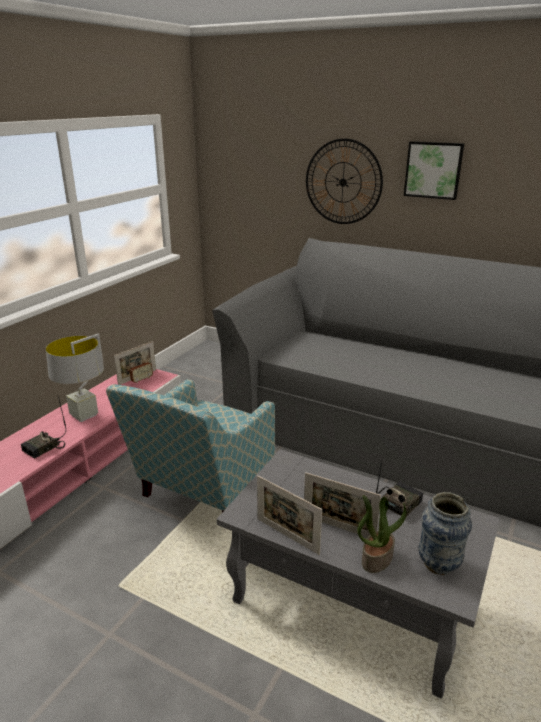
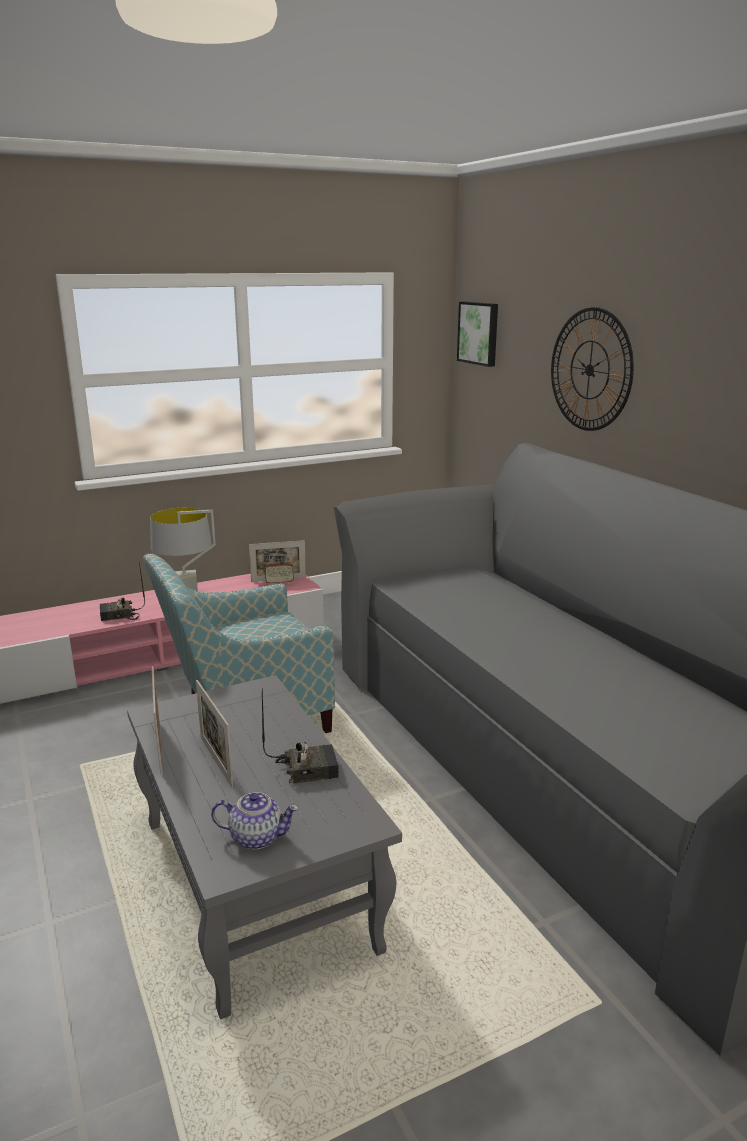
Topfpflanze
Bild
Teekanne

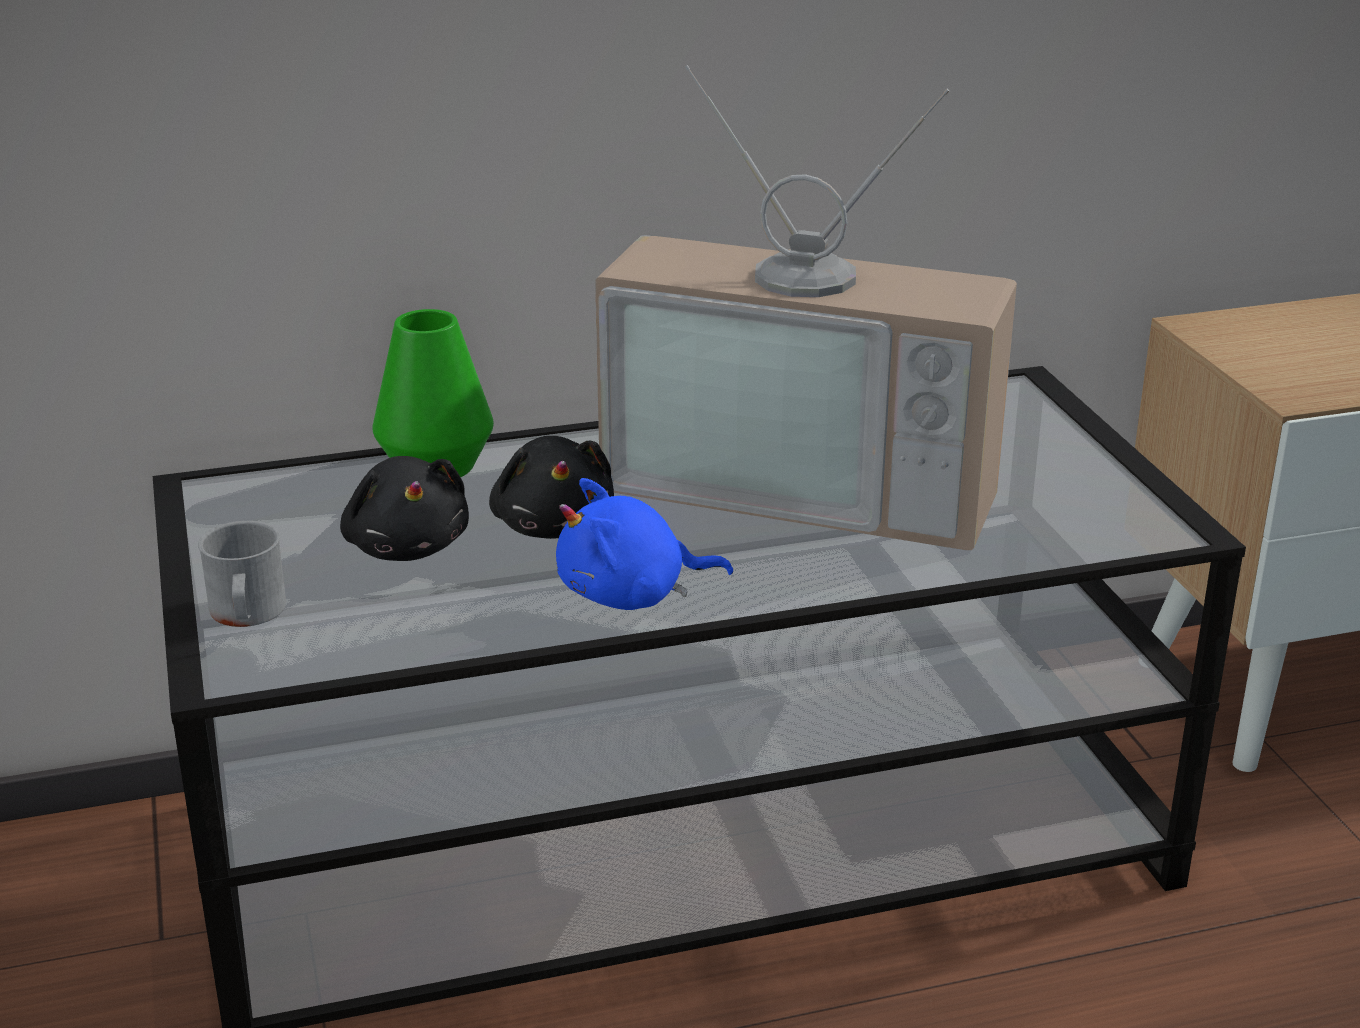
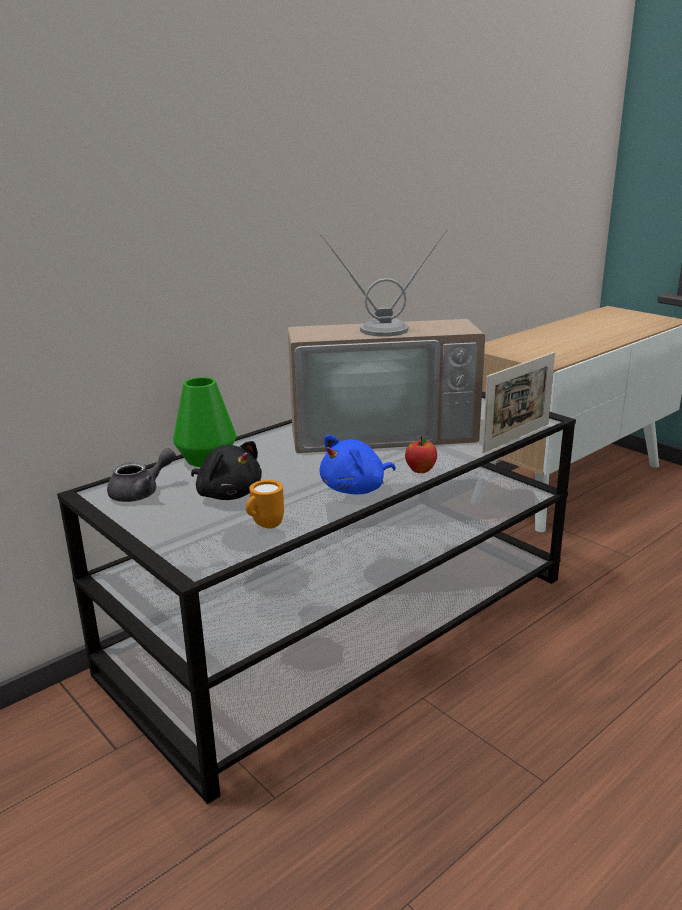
Henkelbecher (grau)
Plüschtier (schwarz) (no. 2 from left in the first image)
Teekanne (grau)
Henkelbecher (orange)
Apfel
Bilderrahmen

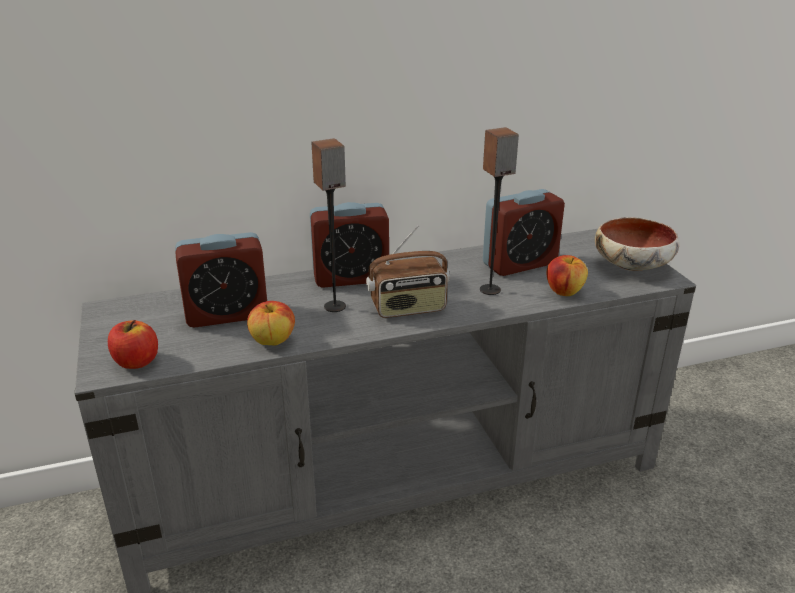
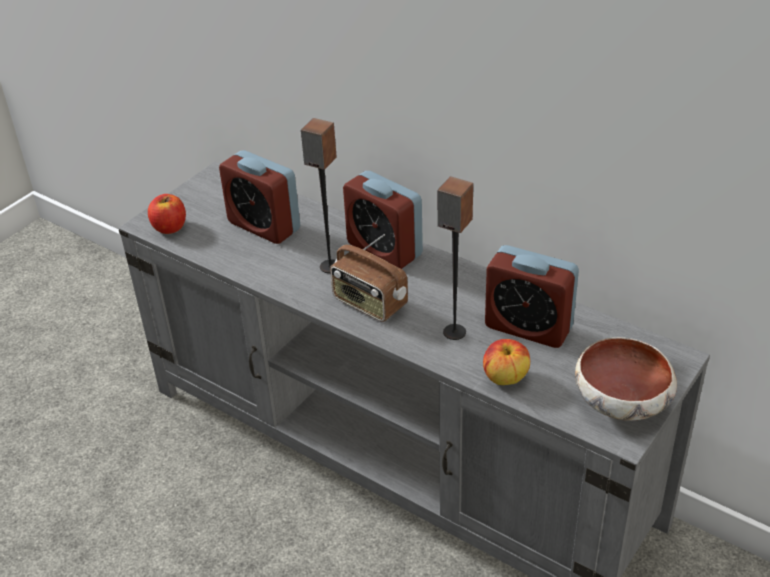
Apfel (no. 2 from left in the first image)

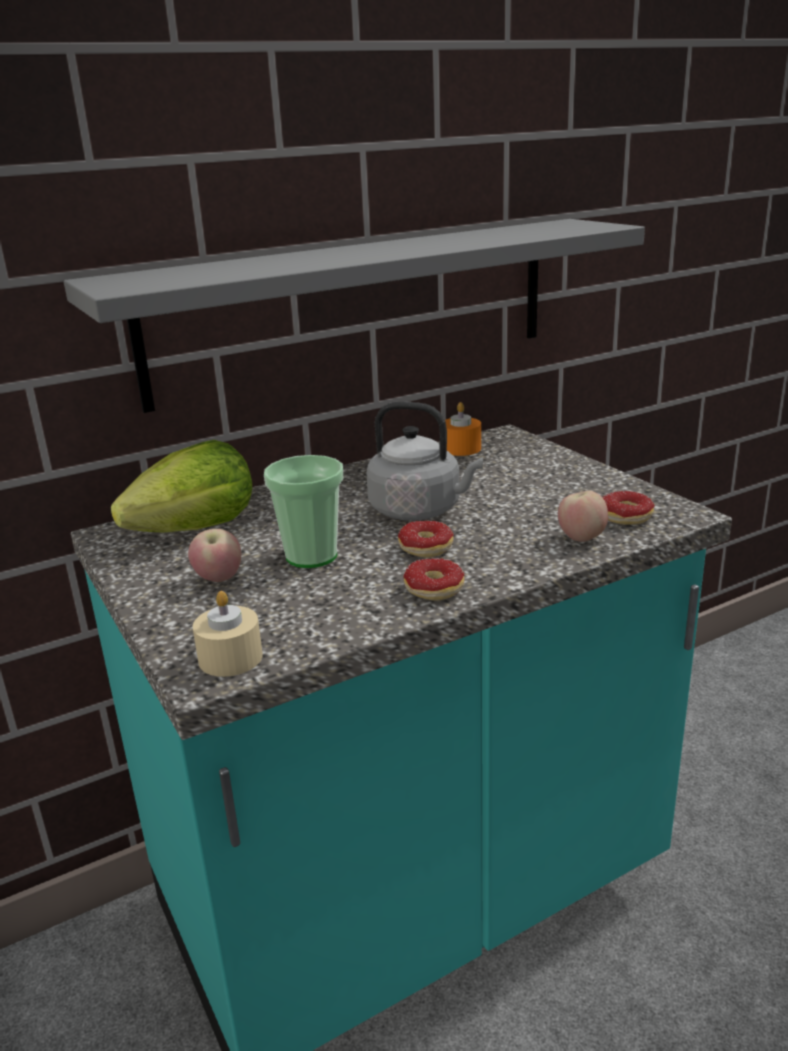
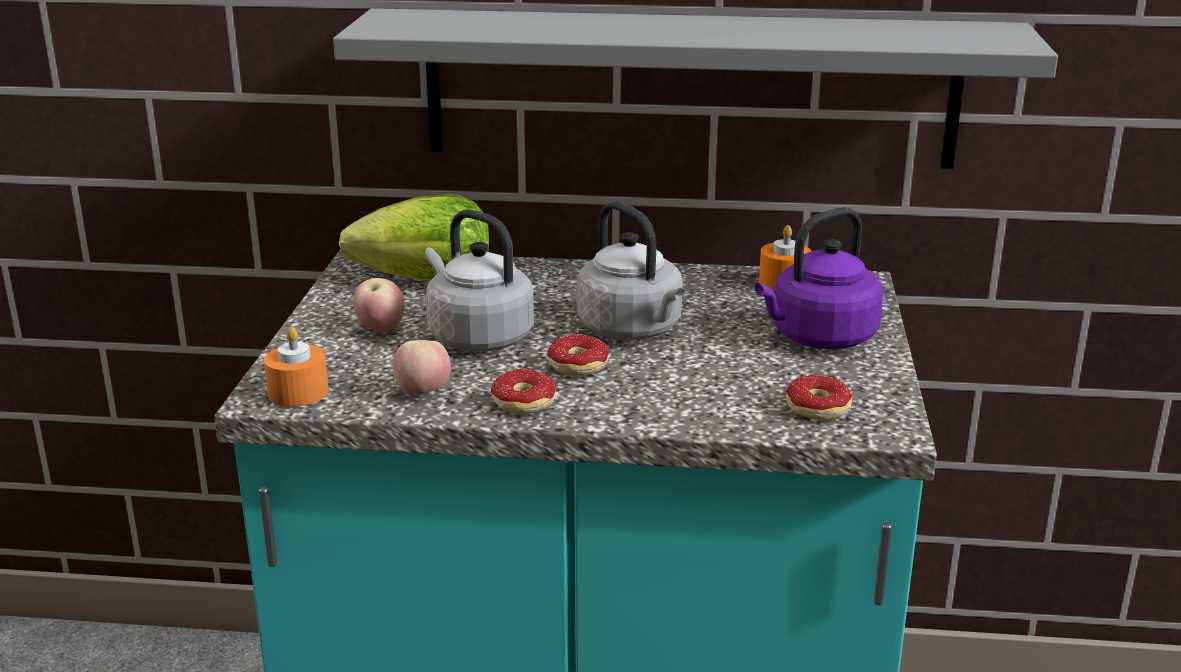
Kerze (orange) (no. 1 from left)
Wasserkessel (grau) (no. 1 from left)
Apfel (no. 2 from left)
Wasserkessel (lila)

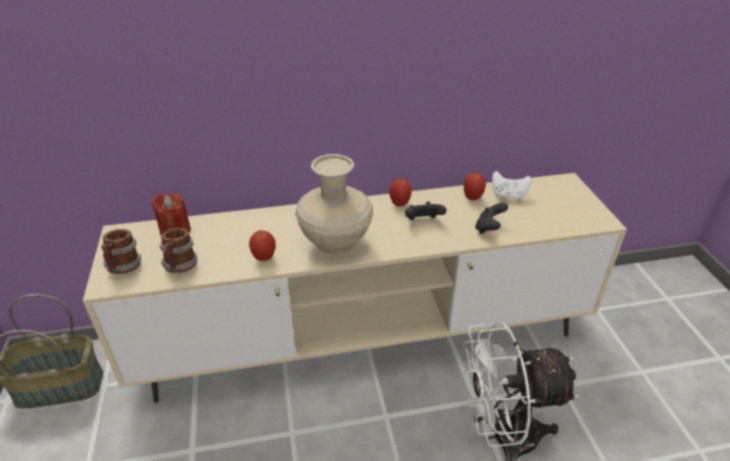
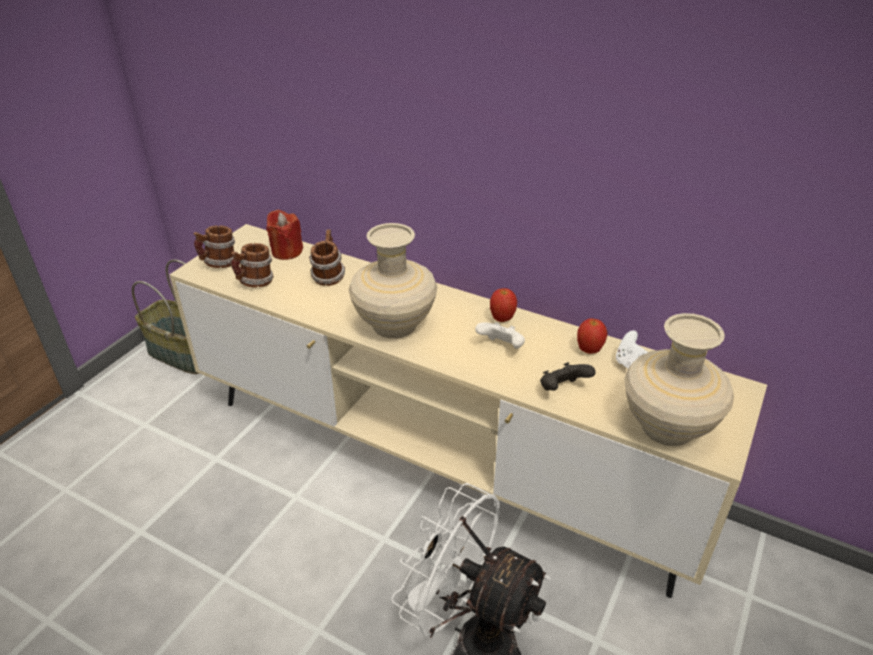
Apfel (no. 1 from left in the first image)
Gamepad (weiß) (no. 1 from left)
Henkelbecher (no. 3 from left)
Vase (beige) (no. 2 from left)

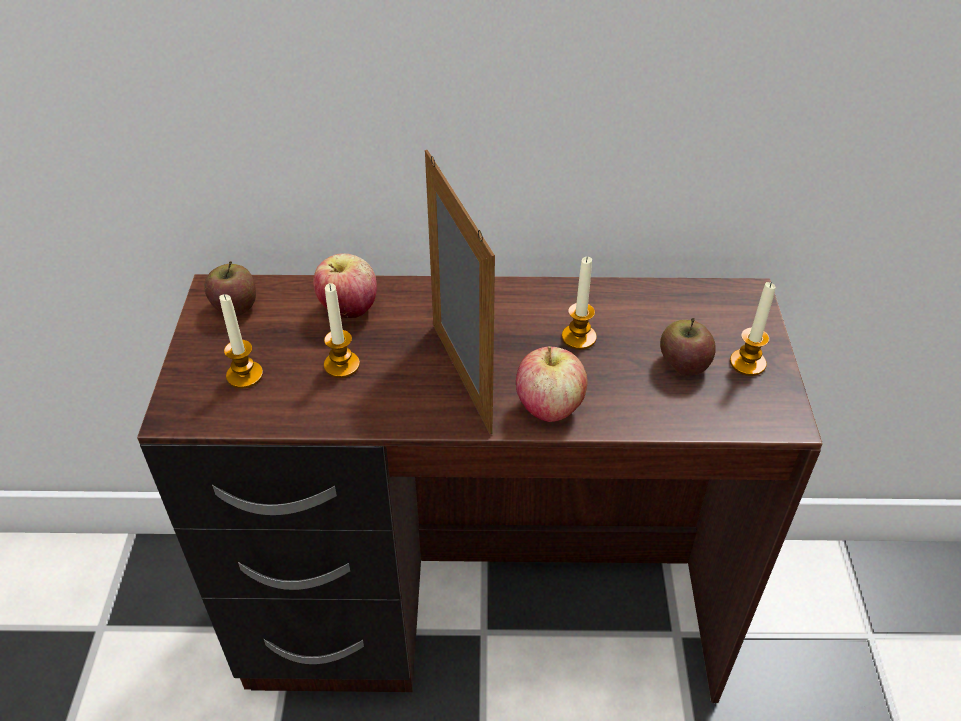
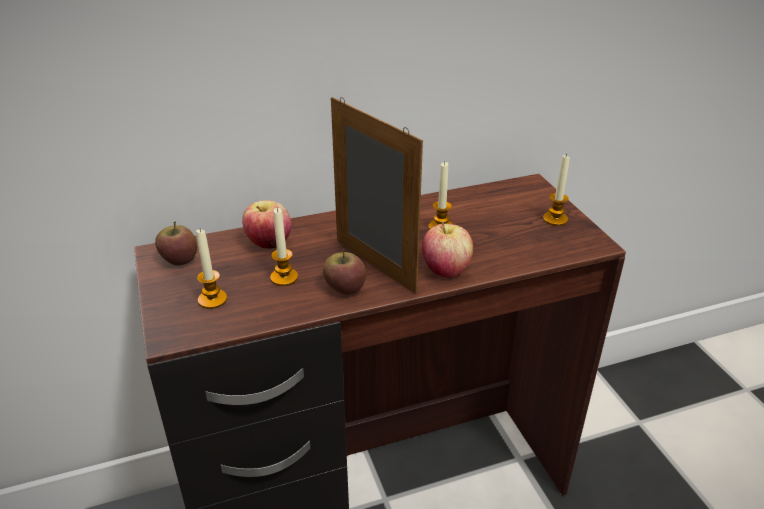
Apfel (no. 3 from left)

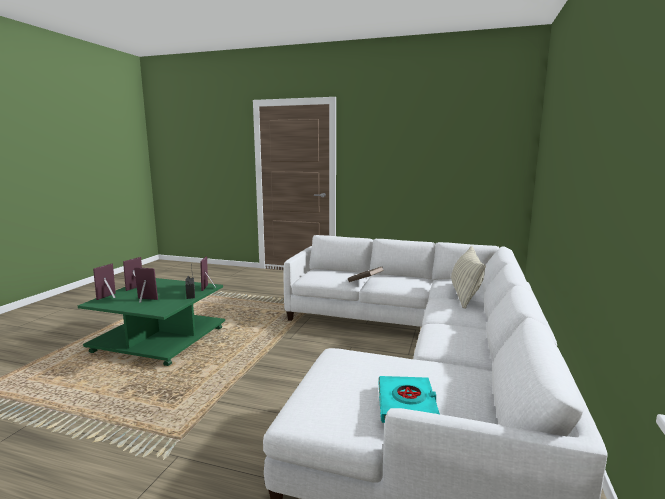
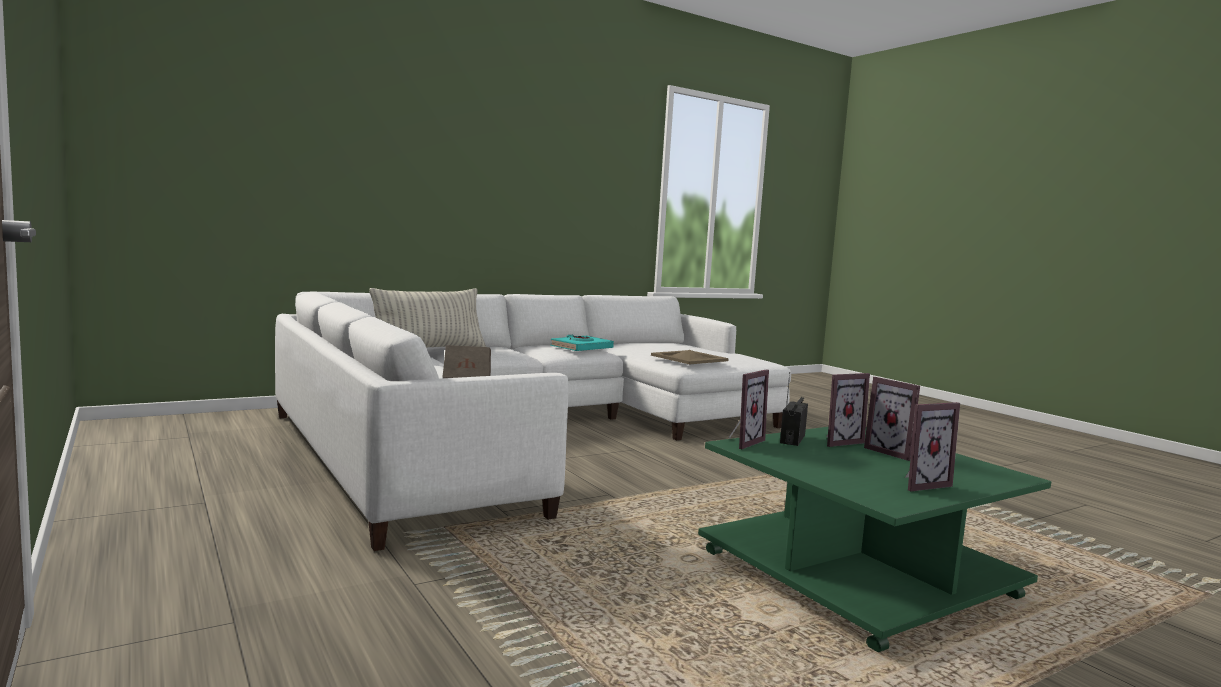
Bilderrahmen (no. 2 from left)
Buch (türkis)
Tablett (beige)

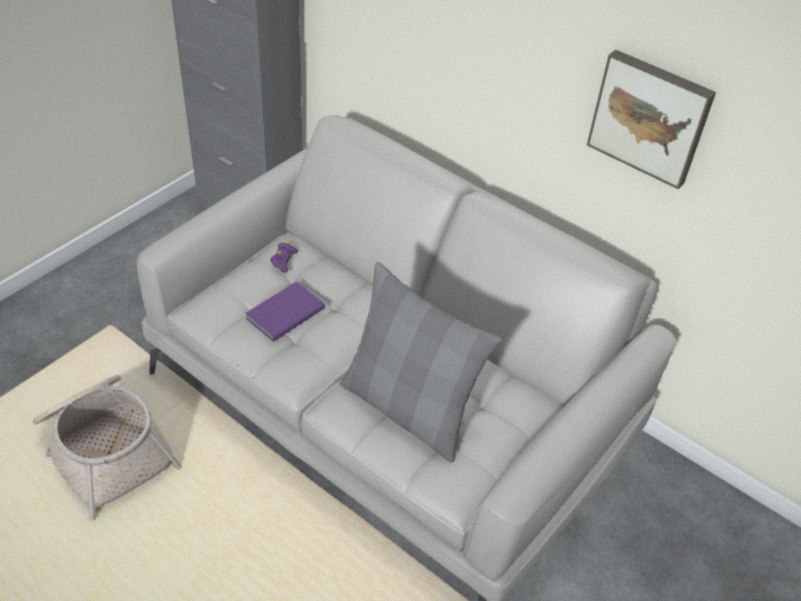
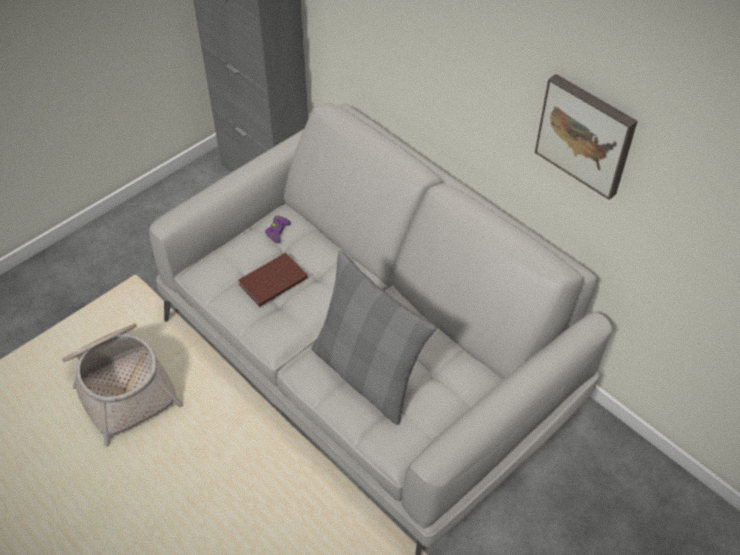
Buch (braun)

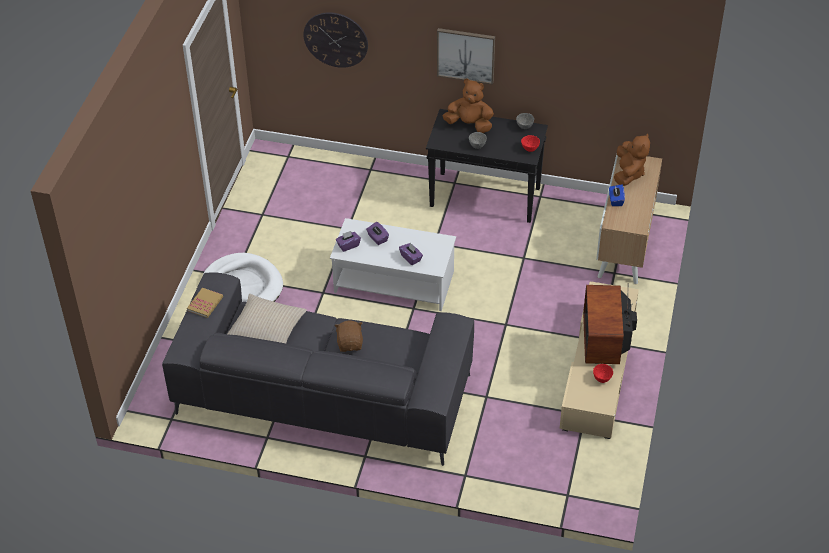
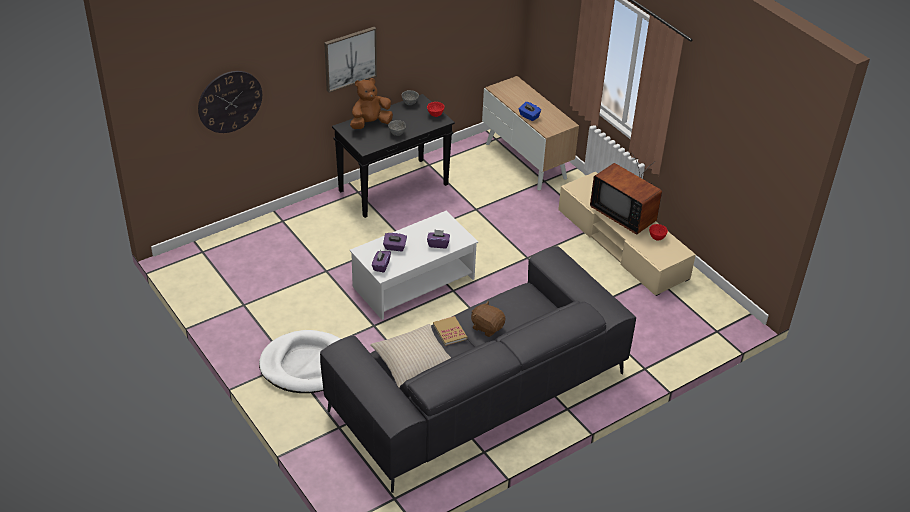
Buch
Plüschtier (braun) (no. 3 from left in the first image)

